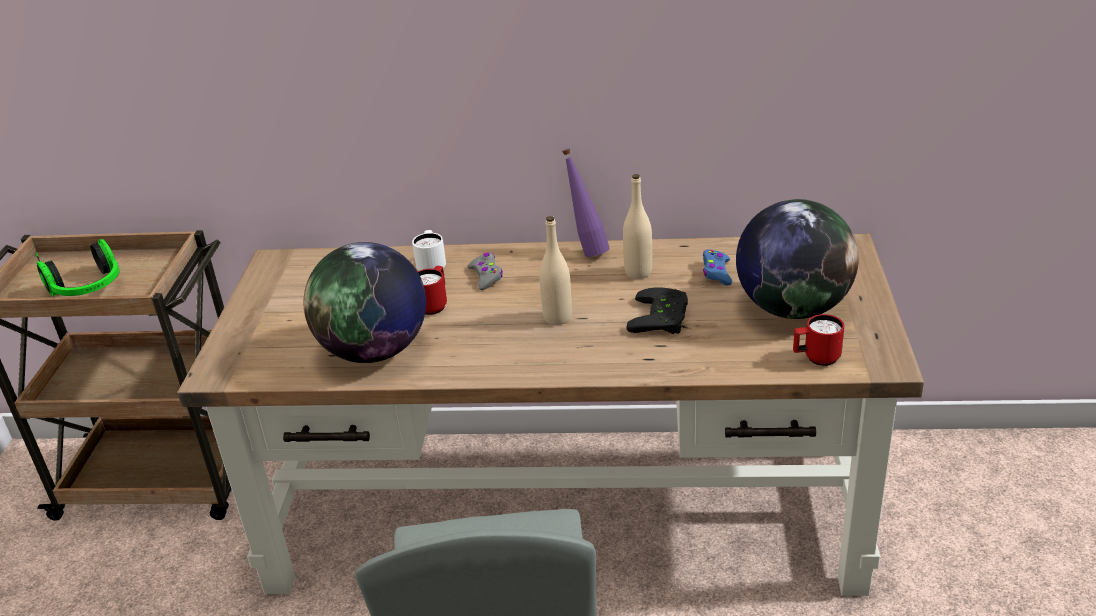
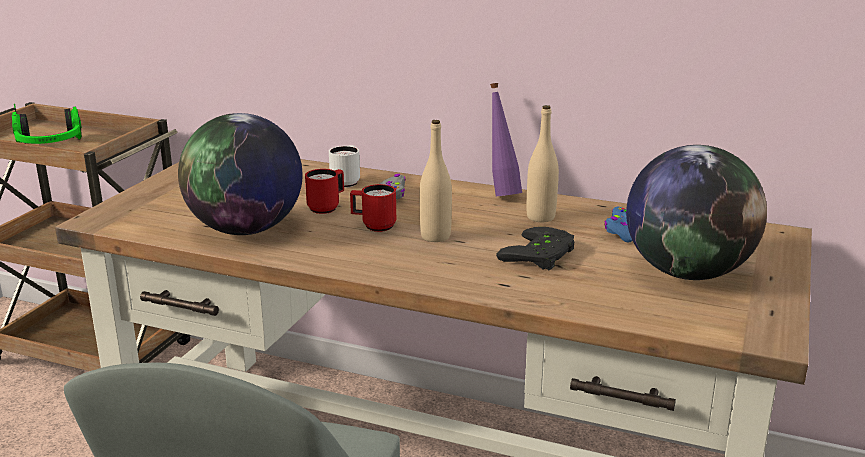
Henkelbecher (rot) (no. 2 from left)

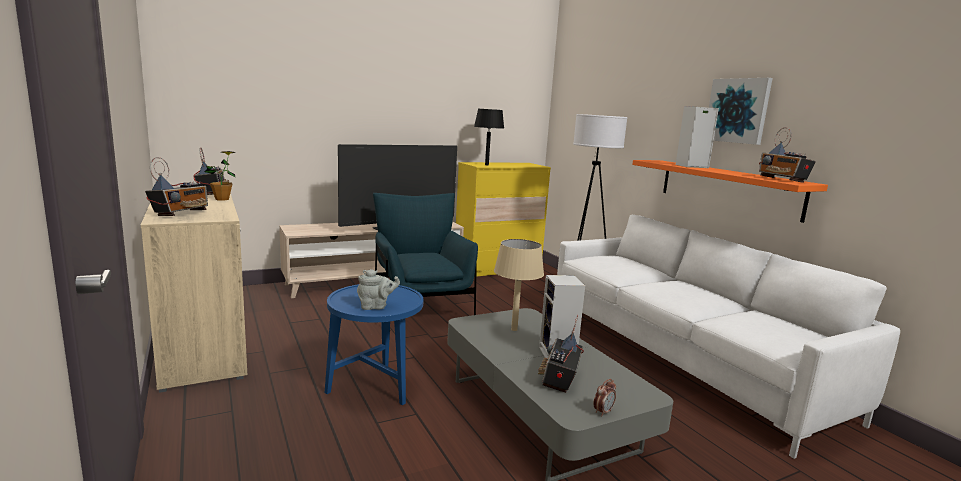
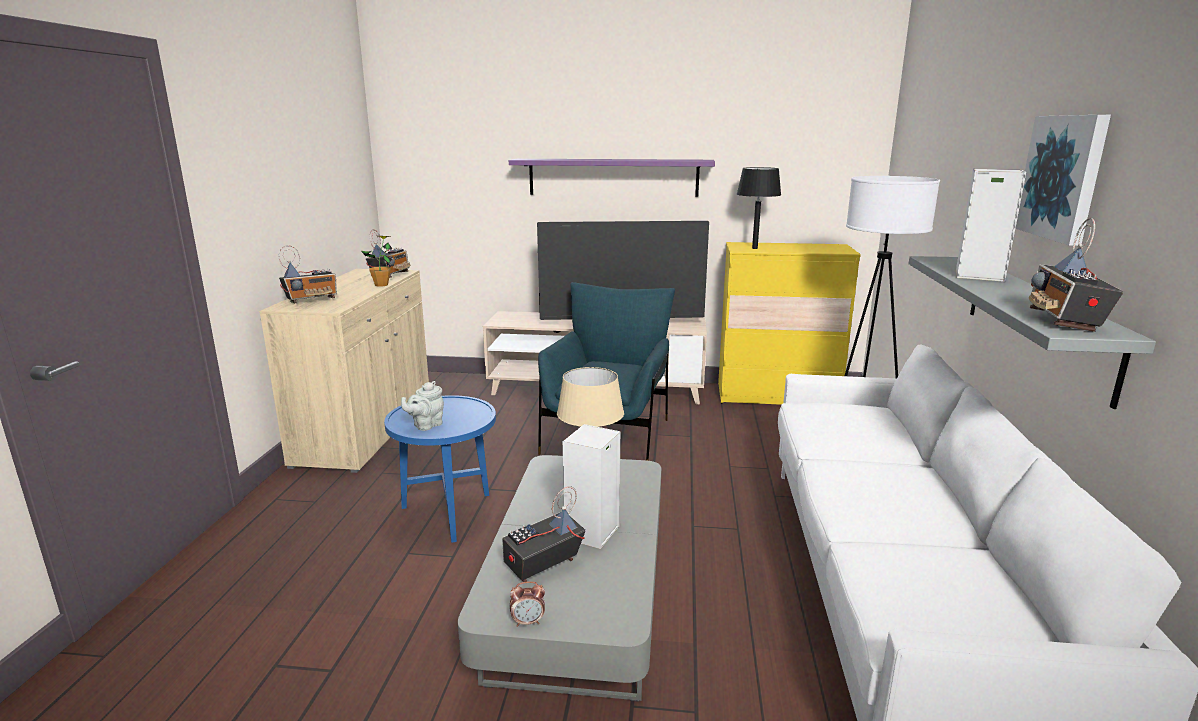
Teekanne (grau)
Wandregal (grau)
Wandregal (lila)

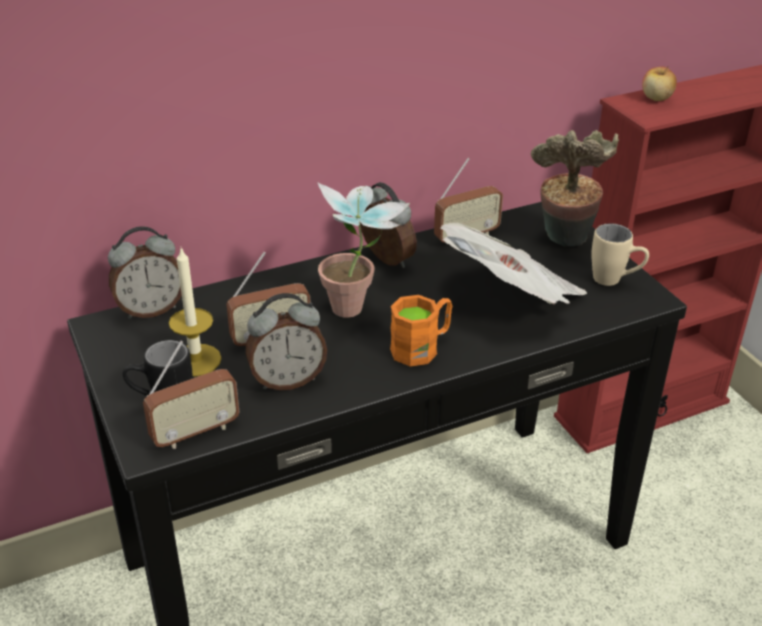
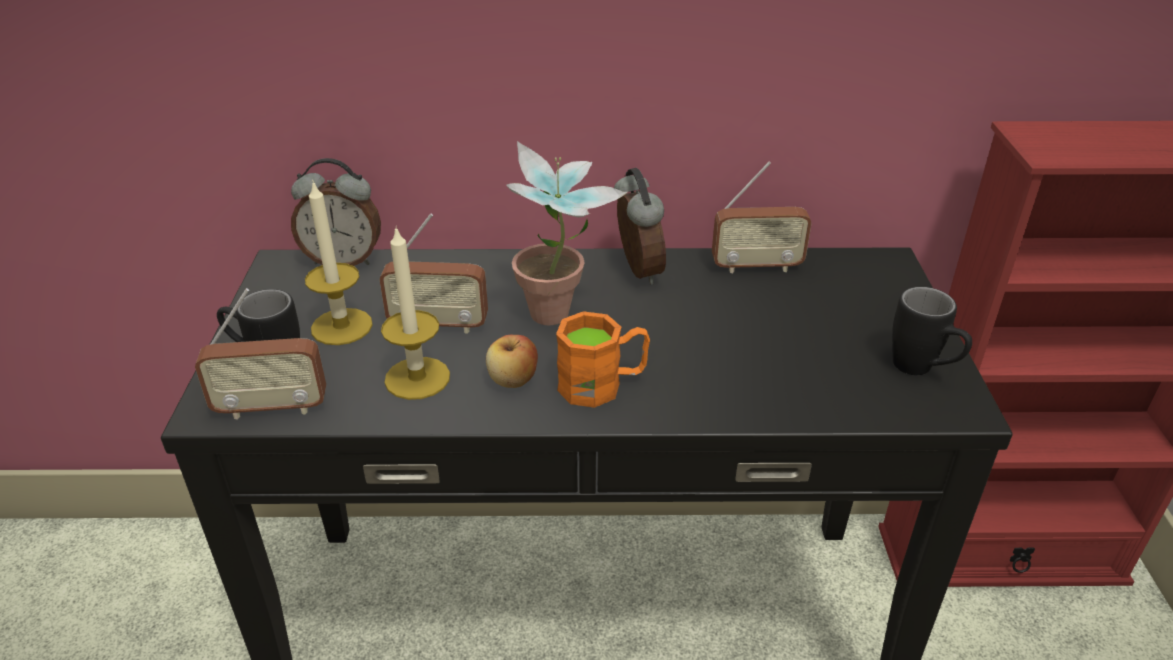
Kerze (no. 2 from left)
Zeitung
Topfpflanze (no. 2 from left in the first image)
Henkelbecher (schwarz) (no. 2 from left)
Apfel

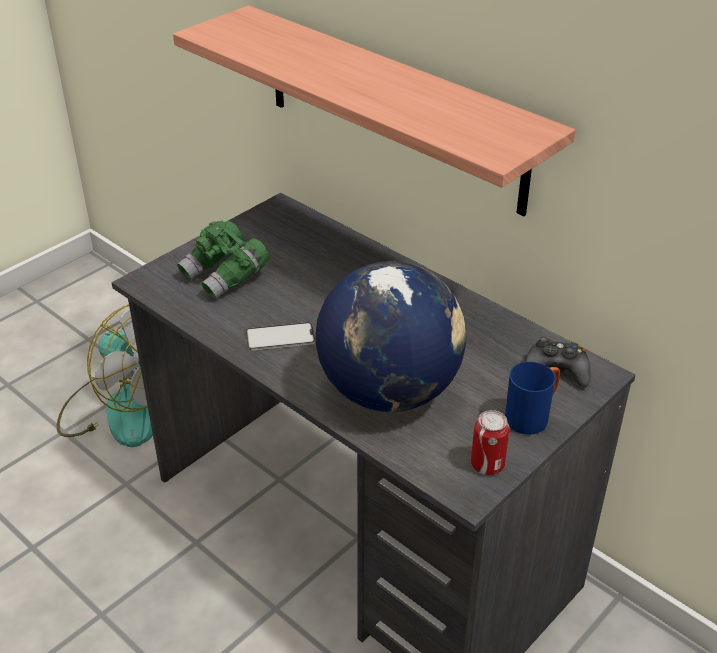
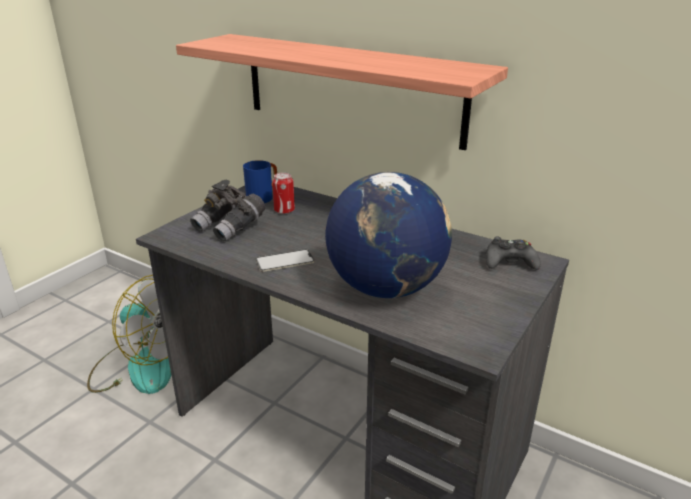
Fernglas (grau)
Dose
Henkelbecher (blau)

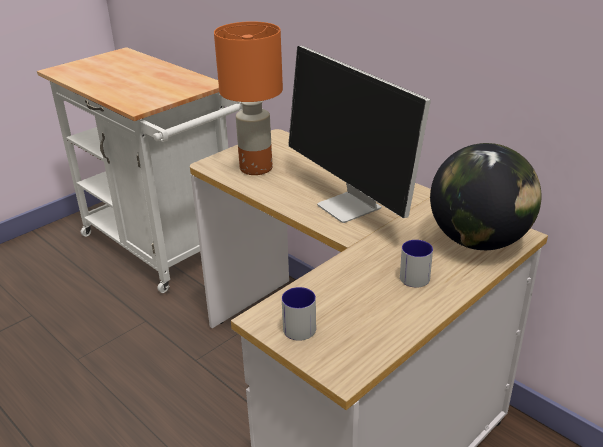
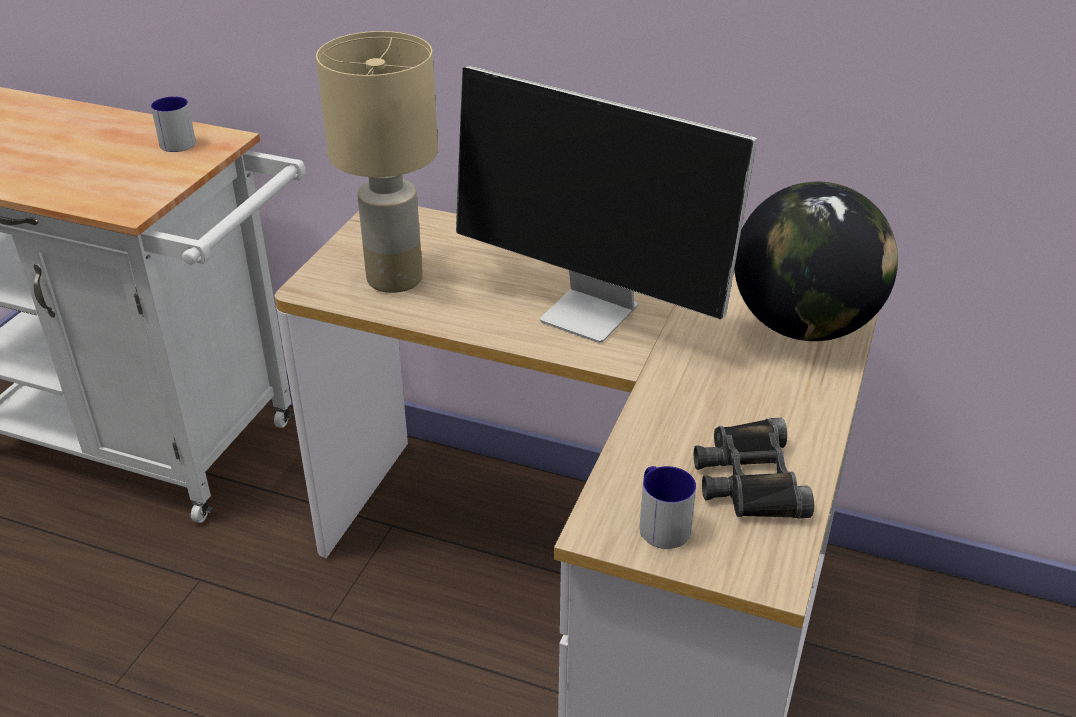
Tischlampe (beige)
Henkelbecher (no. 1 from left)
Fernglas (schwarz)

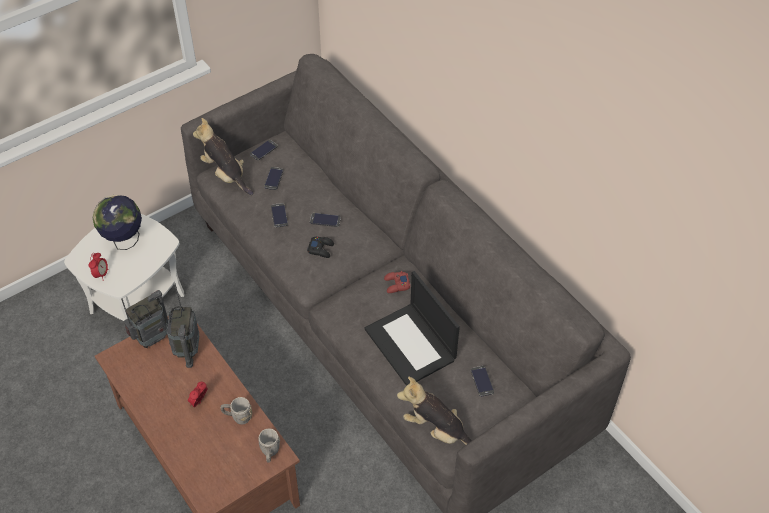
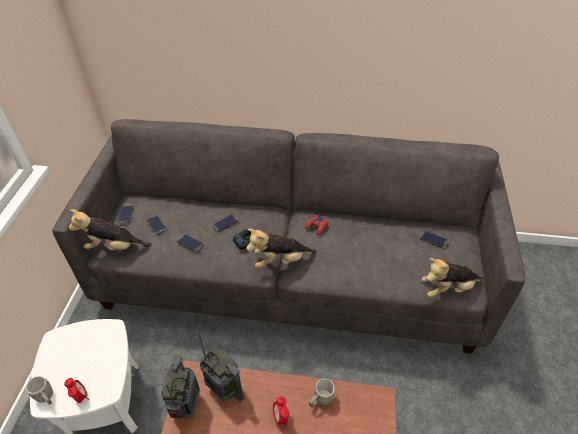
Globus
Henkelbecher (grau) (no. 1 from left)
Laptop
Plüschtier (no. 2 from left)

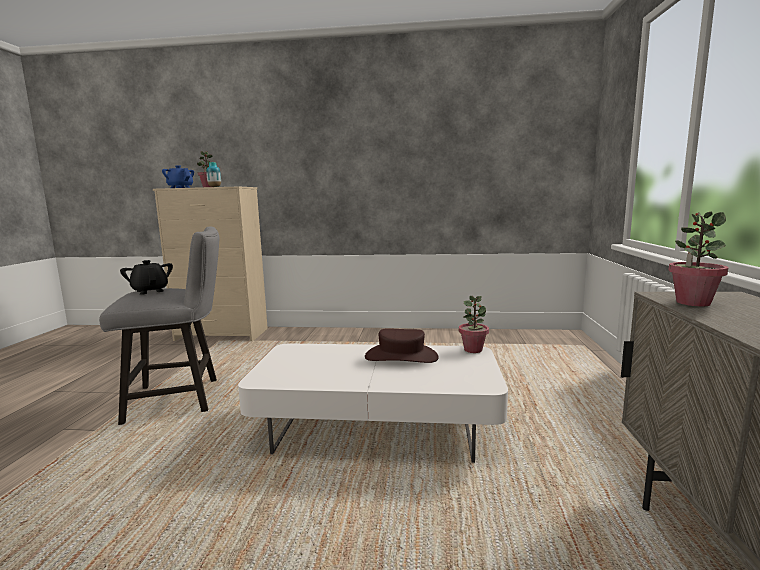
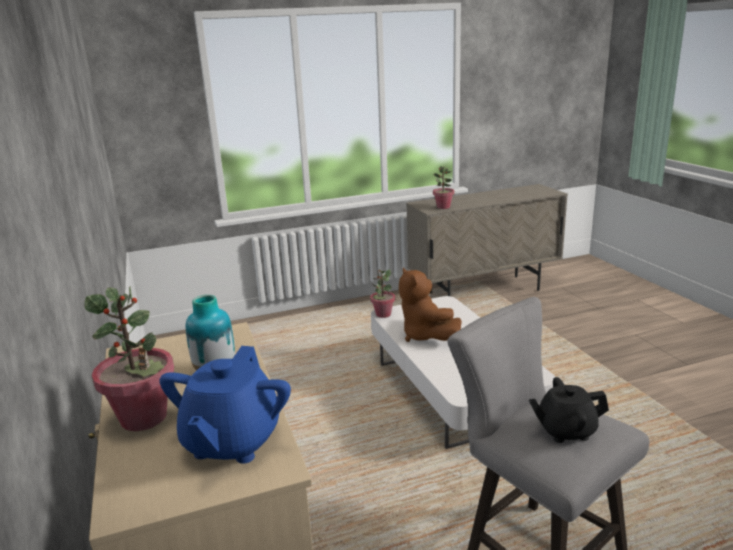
Teekanne (schwarz)
Plüschtier (braun)

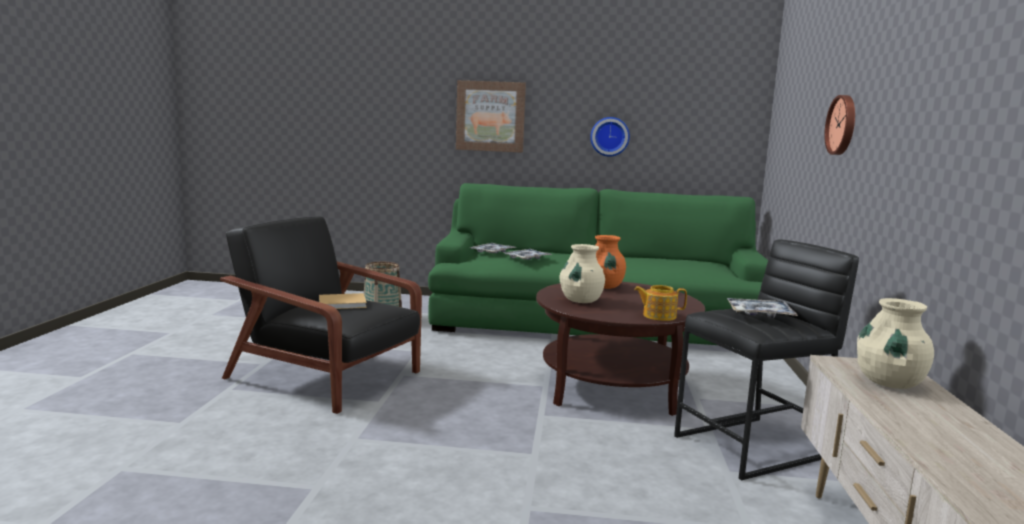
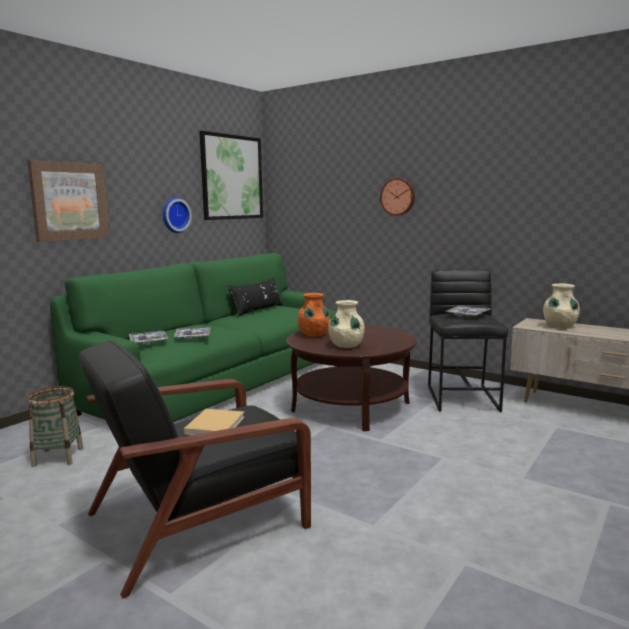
Teekanne
Bild (no. 2 from left)
Kissen (schwarz)

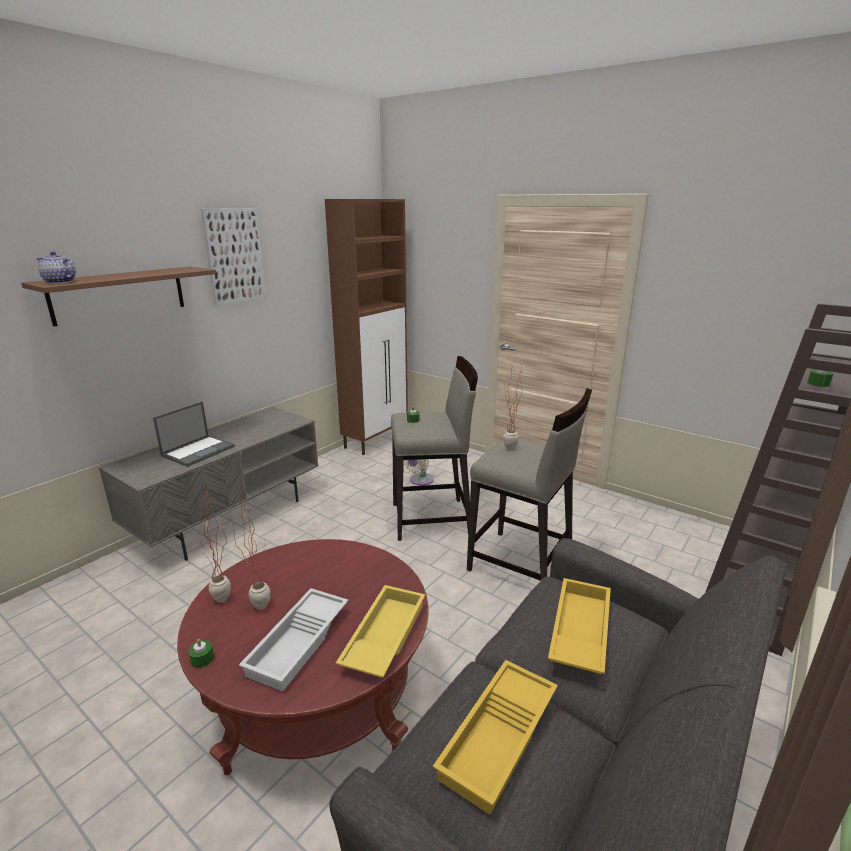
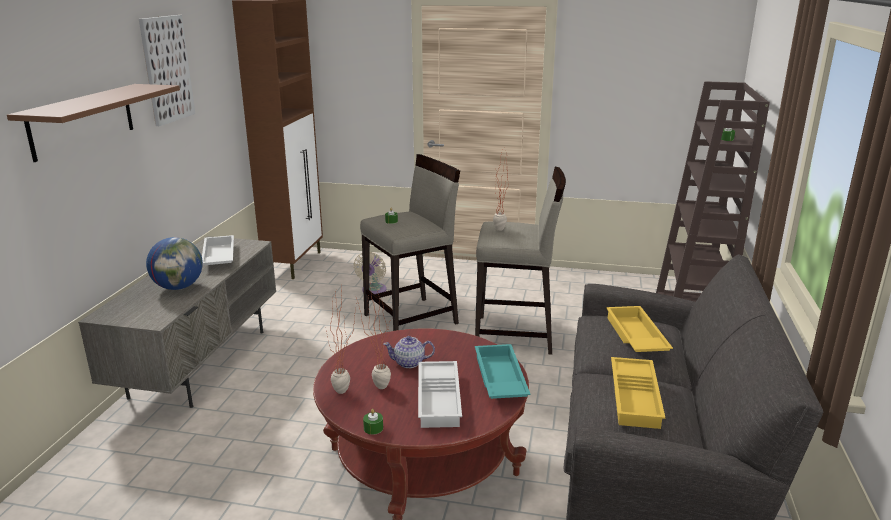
Teekanne
Globus
Tablett (türkis)
Tablett (weiß) (no. 1 from left)

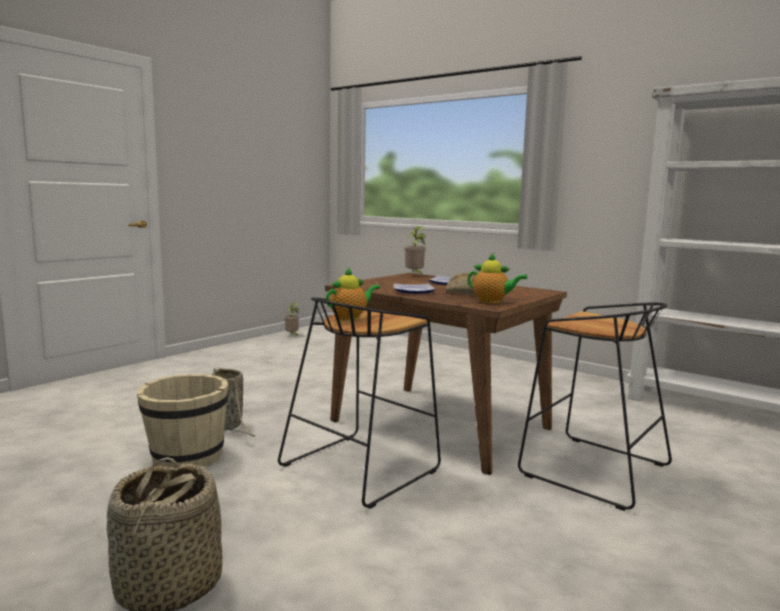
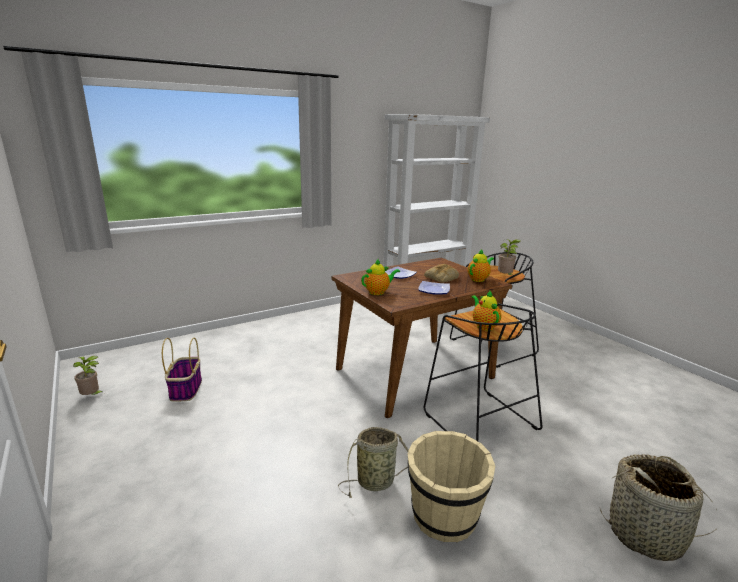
Topfpflanze (no. 2 from left)
Korb (no. 1 from left)
Teekanne (no. 1 from left)

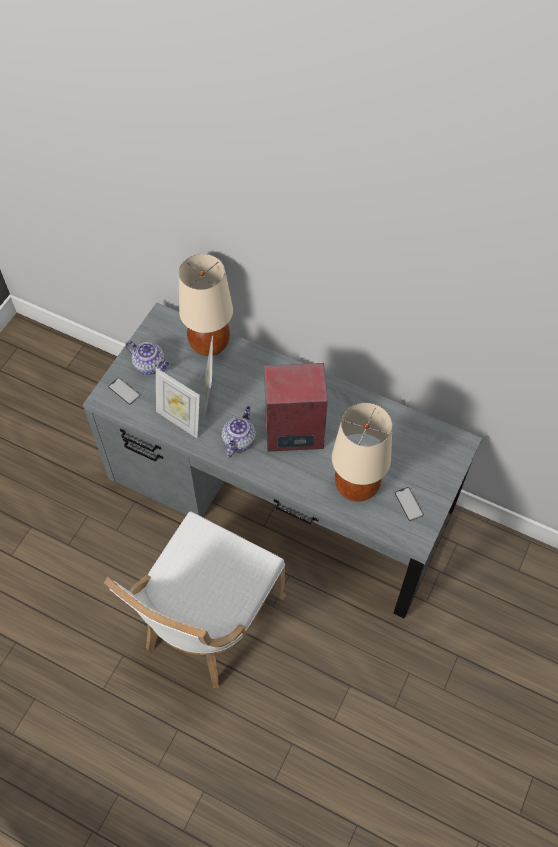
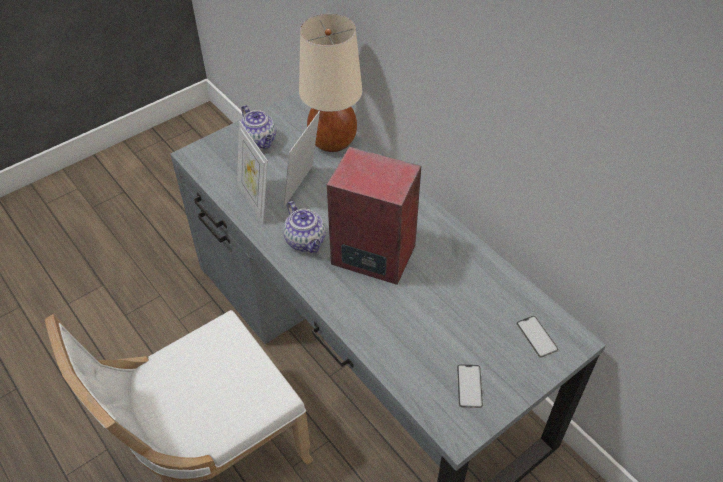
Handy (no. 2 from left)
Teekanne (no. 2 from left)
Tischlampe (beige) (no. 2 from left in the first image)

